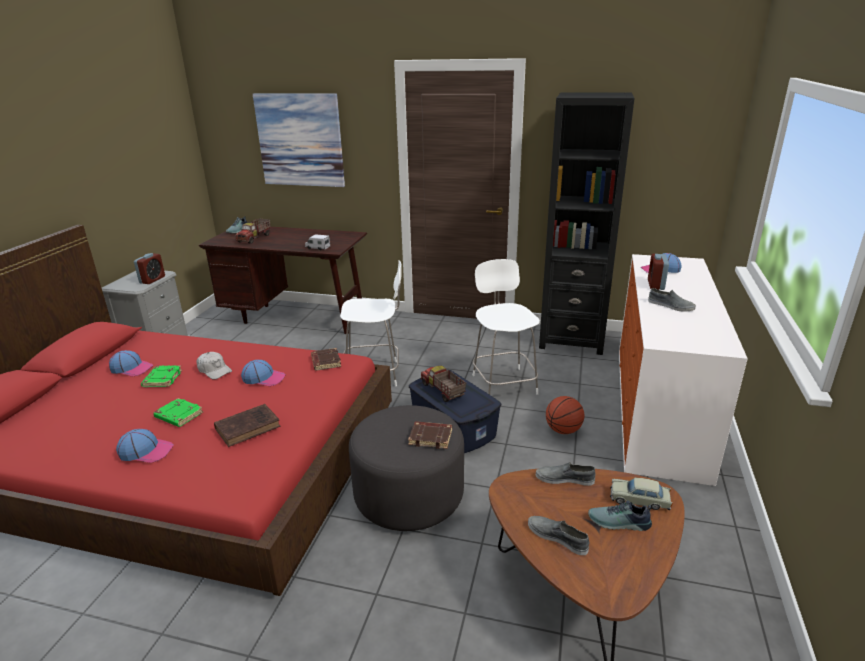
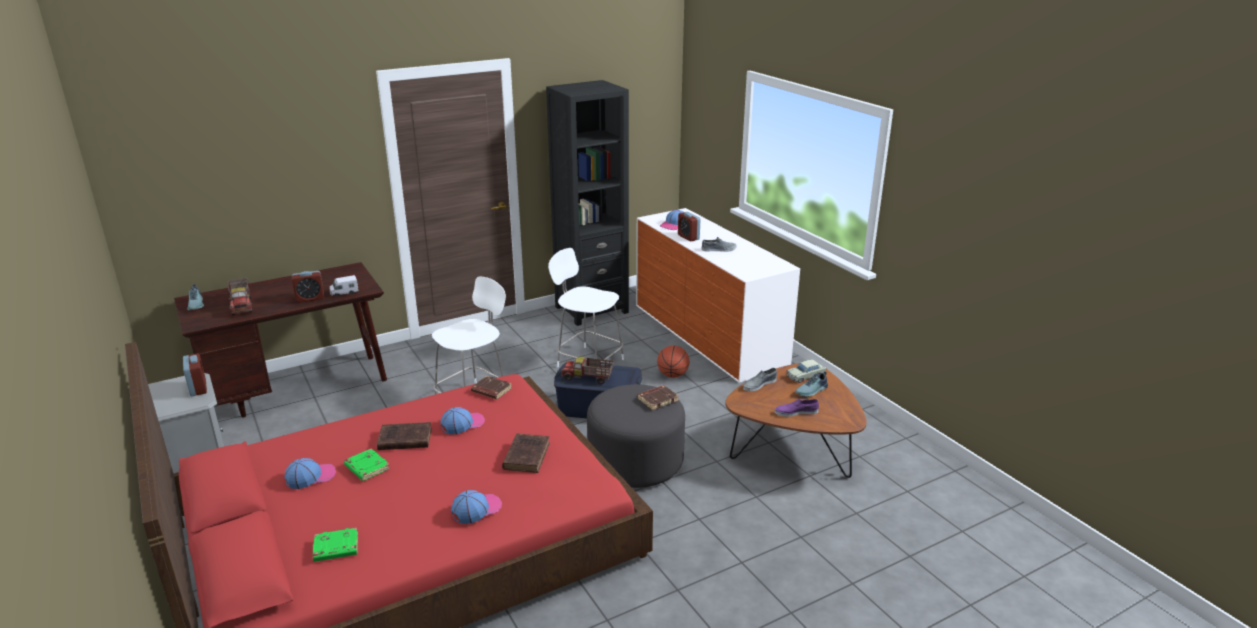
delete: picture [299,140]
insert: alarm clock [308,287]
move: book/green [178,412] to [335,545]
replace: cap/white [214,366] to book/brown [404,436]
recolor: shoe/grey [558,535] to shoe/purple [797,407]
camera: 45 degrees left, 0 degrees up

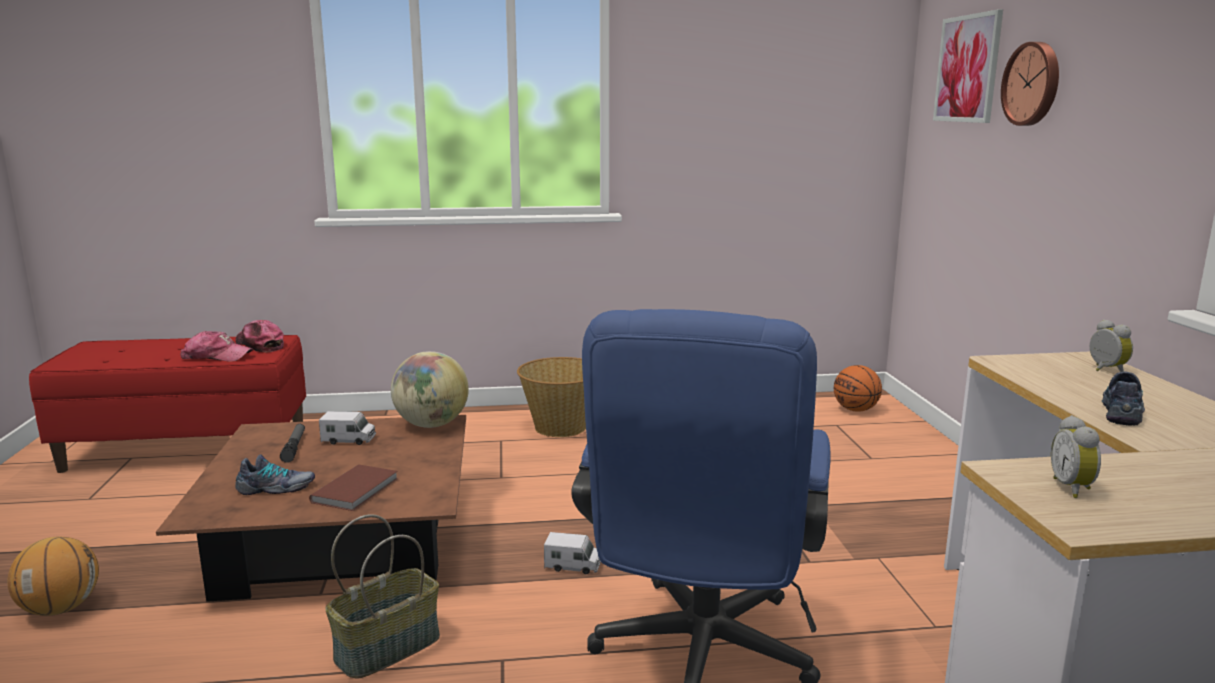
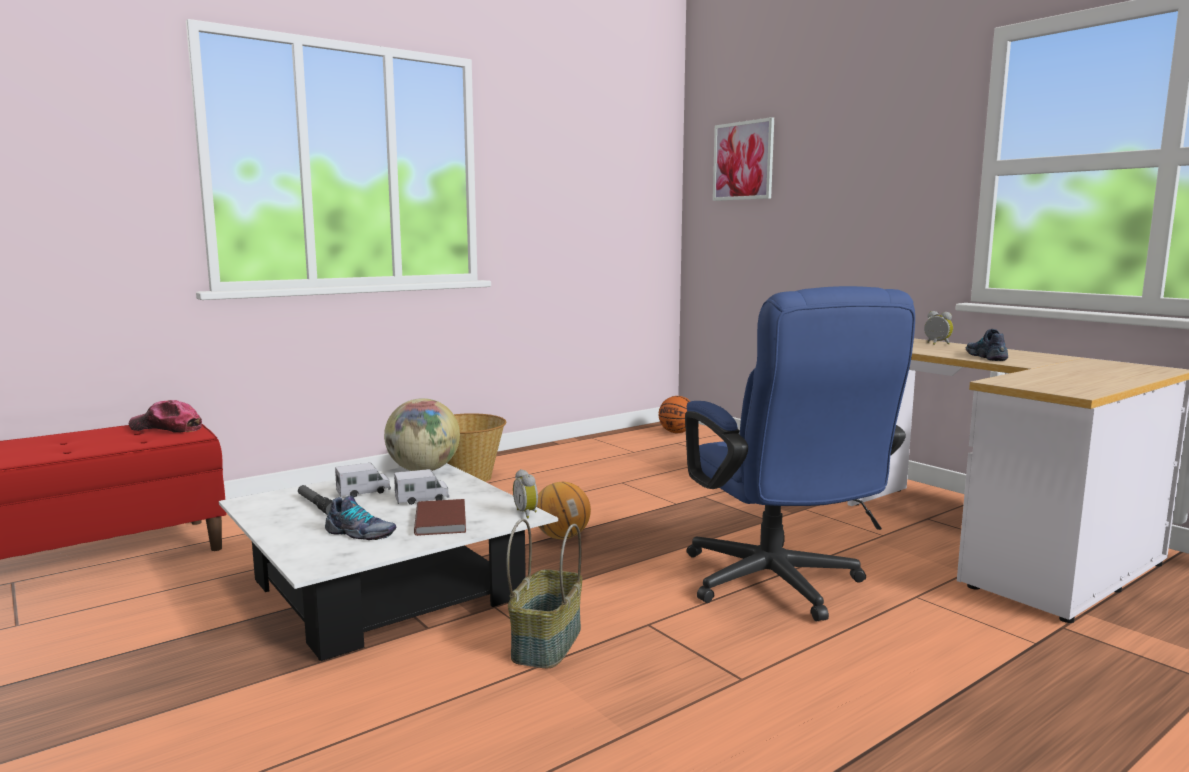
delete: cap [216,346]; wall clock [1030,84]
move: toy truck [572,553] to [421,487]; alarm clock [1076,456] to [525,493]; basketball [53,576] to [564,511]
recolor: coffee table/brown [311,508] to coffee table/white [388,562]
rotate: shoe [275,474] = [360,518] 60 degrees clockwise
camera: 30 degrees left, 5 degrees down

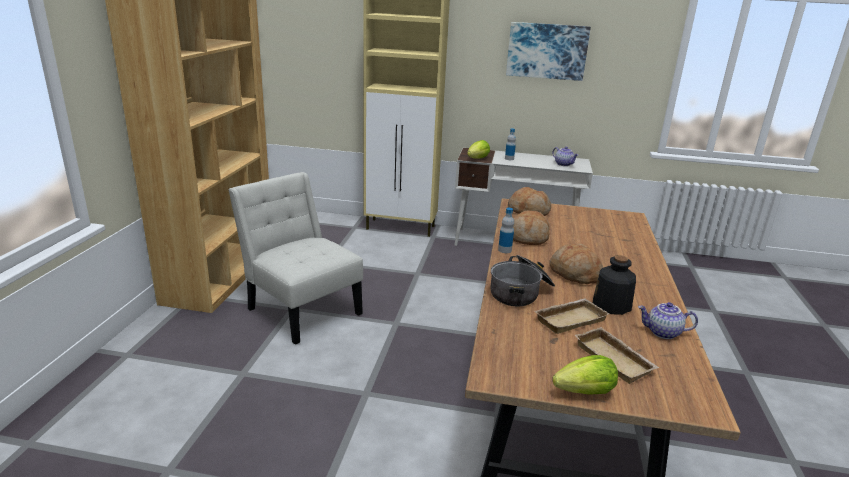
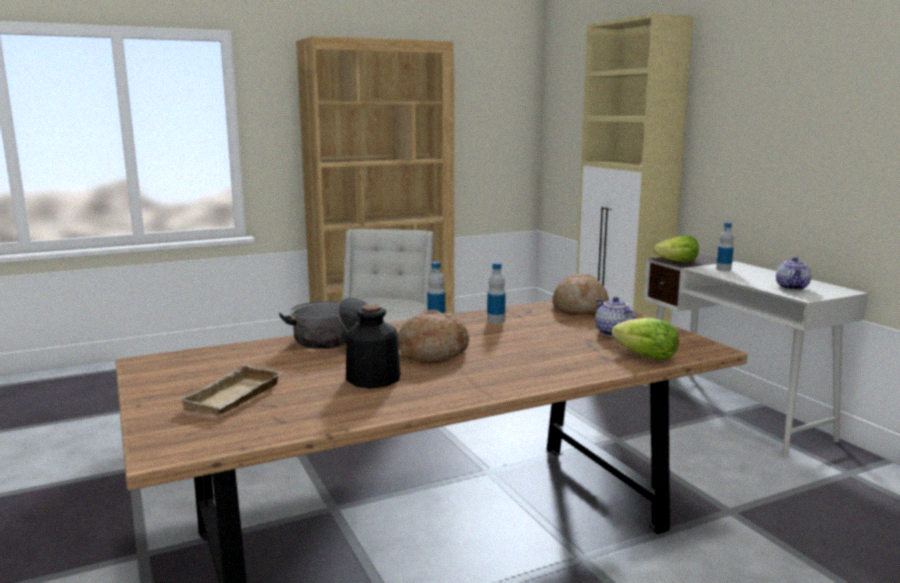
delete: picture [548,51]; tray/beige [572,316]
move: teapot [668,320] to [615,317]; lettuce [585,375] to [645,339]
replace: bread [531,227] to bottle [496,293]
camera: 55 degrees right, 10 degrees down

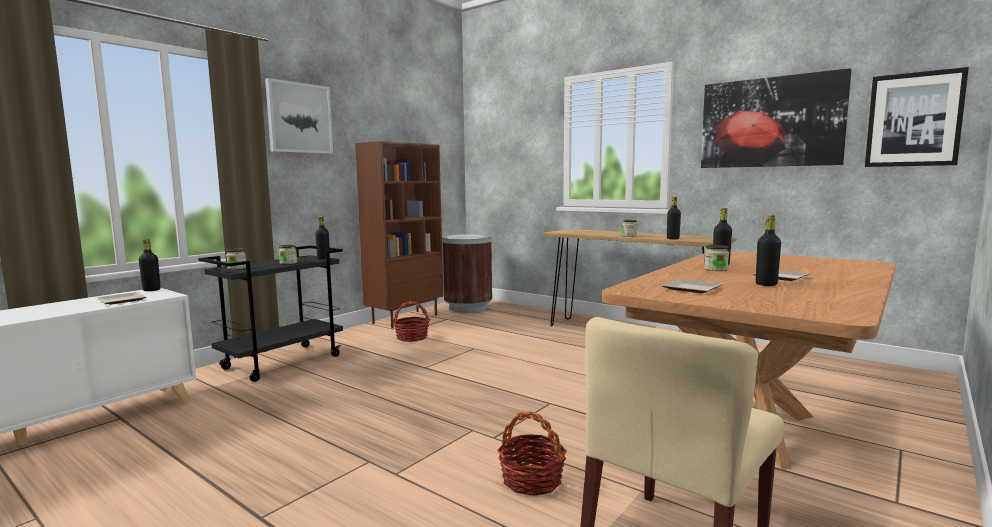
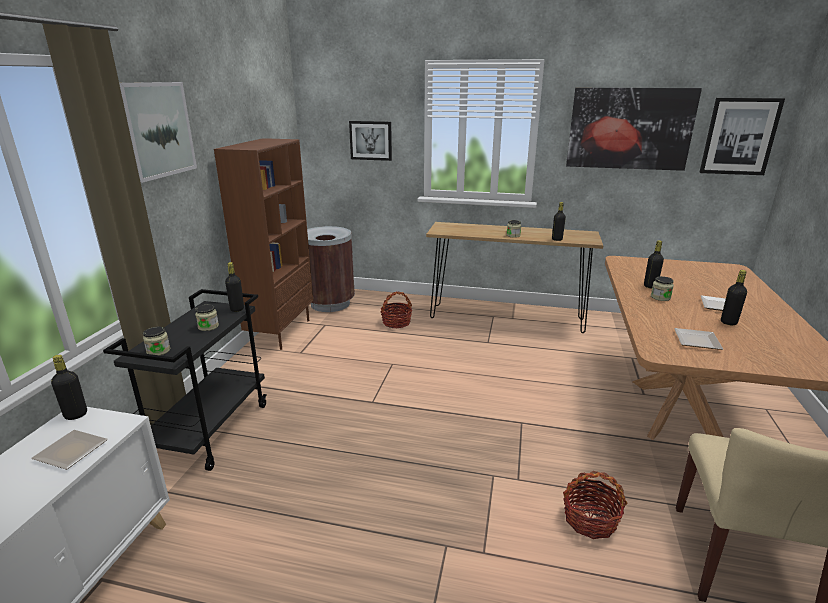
insert: picture [370,141]
move: basket [411,321] to [396,310]
camera: 25 degrees left, 15 degrees up

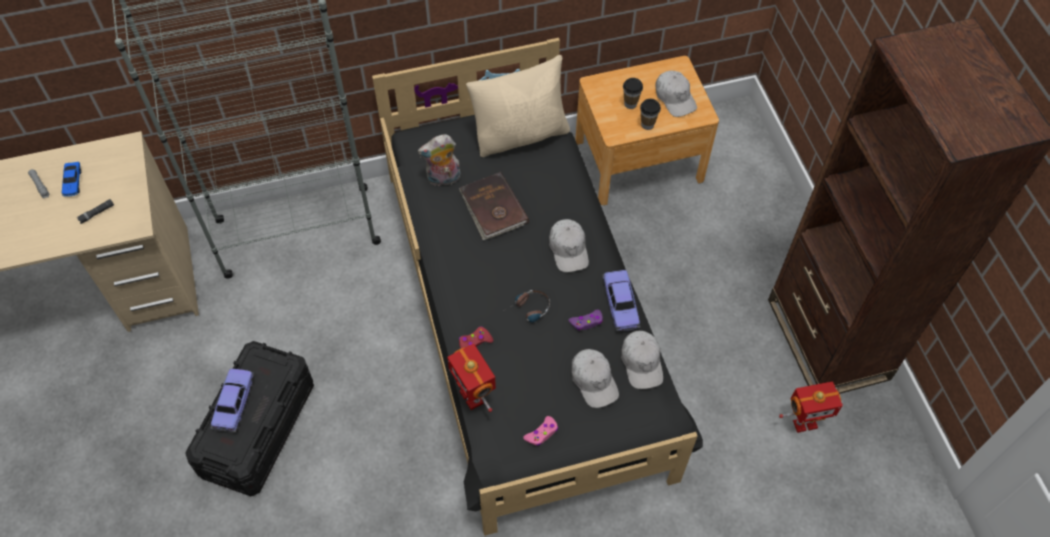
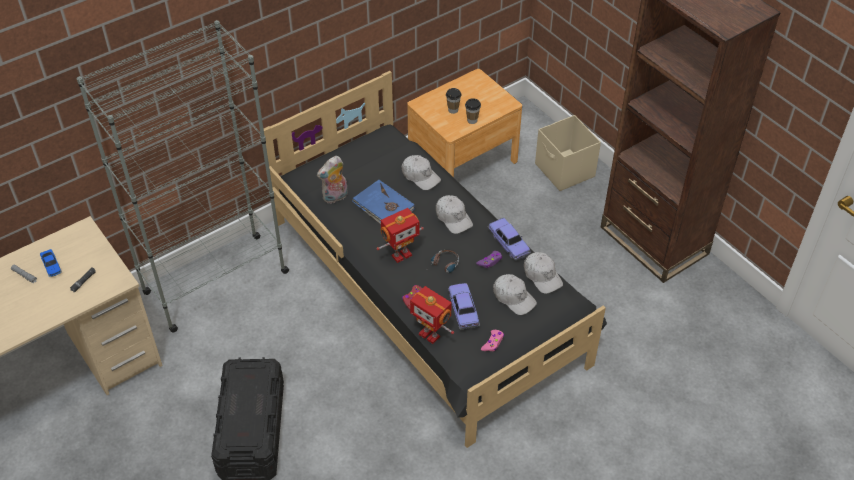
delete: pillow/beige [518,106]
insert: storage box/beige [568,153]
move: toy robot [811,407] to [400,235]; cap/white [676,94] to [421,172]; toy car [232,400] to [464,306]
recolor: book/brown [494,206] to book/blue [383,202]
camera: 20 degrees left, 10 degrees down

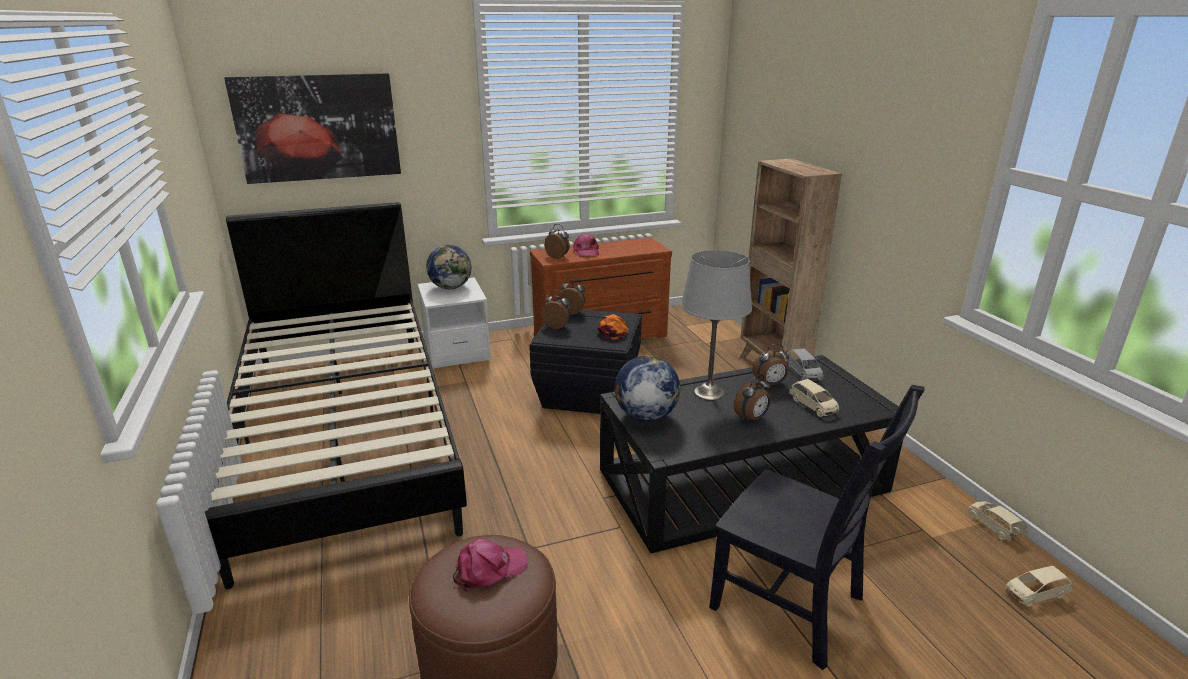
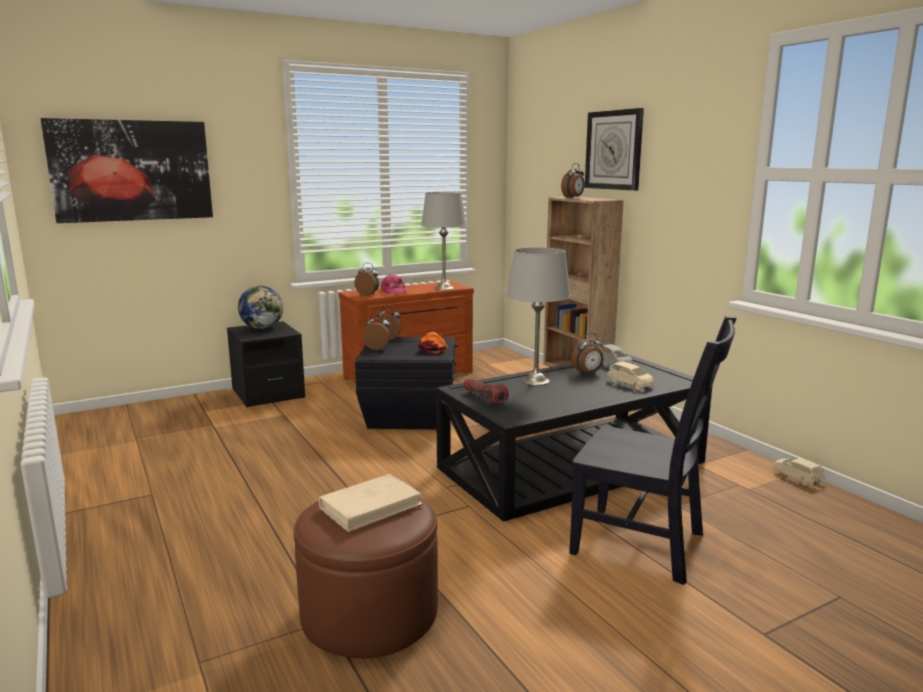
delete: bed/black [336,395]; toy car/beige [1038,586]
insert: table lamp/grey [443,241]; wall clock [614,149]
move: alarm clock [752,398] to [573,180]
replace: cap/pink [490,565] to book/beige [371,503]; globe [647,388] to flashlight [486,391]
recolor: nightstand/white [454,323] to nightstand/black [266,364]
camera: 10 degrees left, 10 degrees down

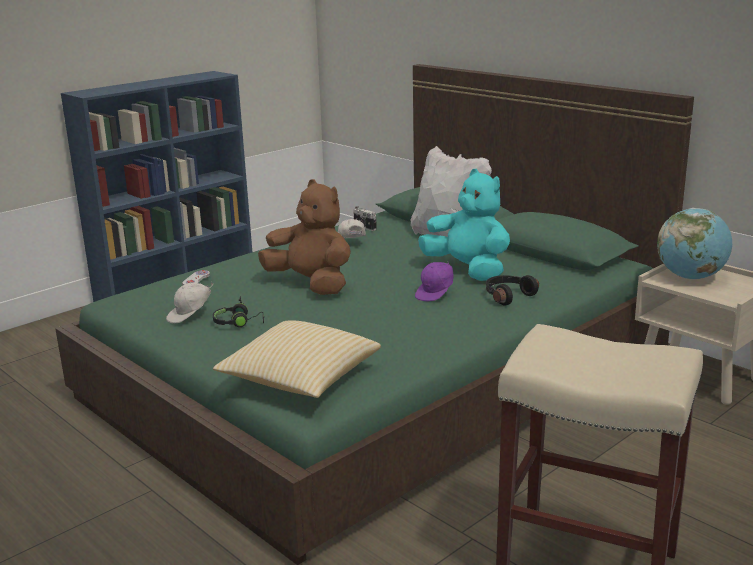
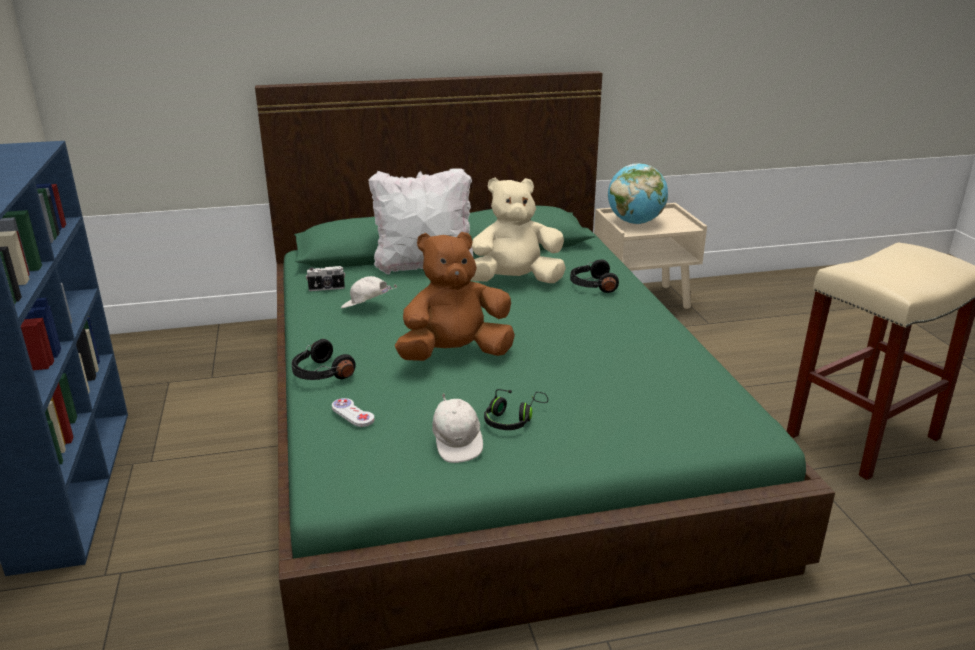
delete: pillow [297,359]; cap/purple [434,281]
insert: headphones/black [323,359]
recolor: plush toy/turquoise [464,225] to plush toy/beige [518,230]
camera: 60 degrees left, 5 degrees up

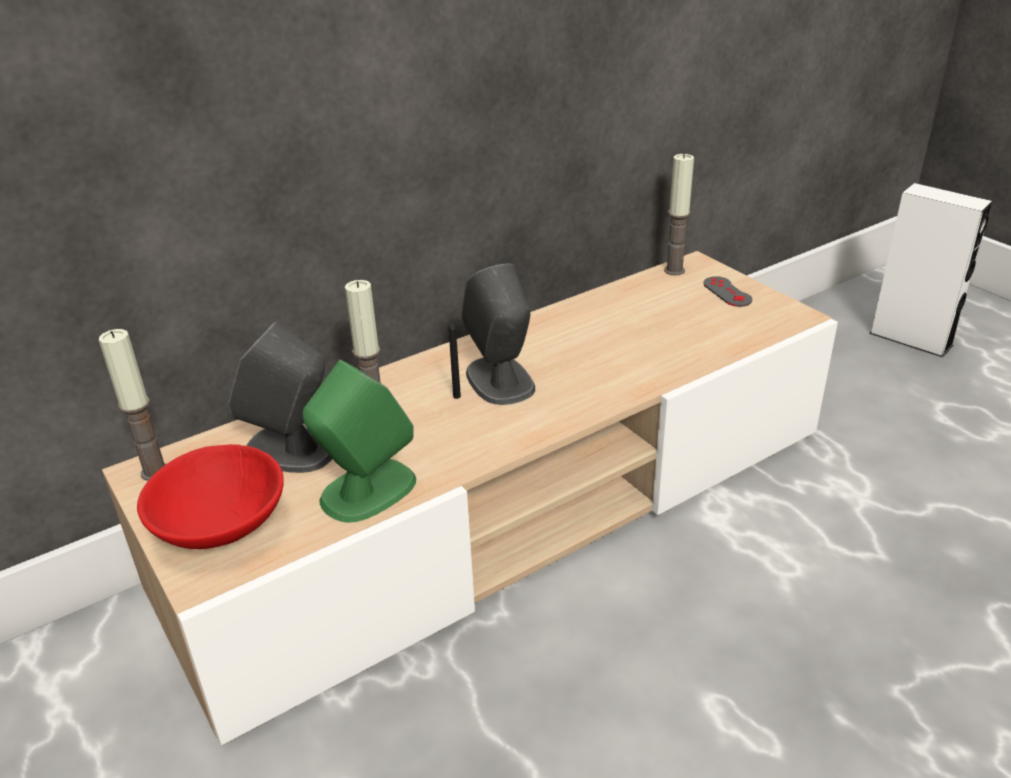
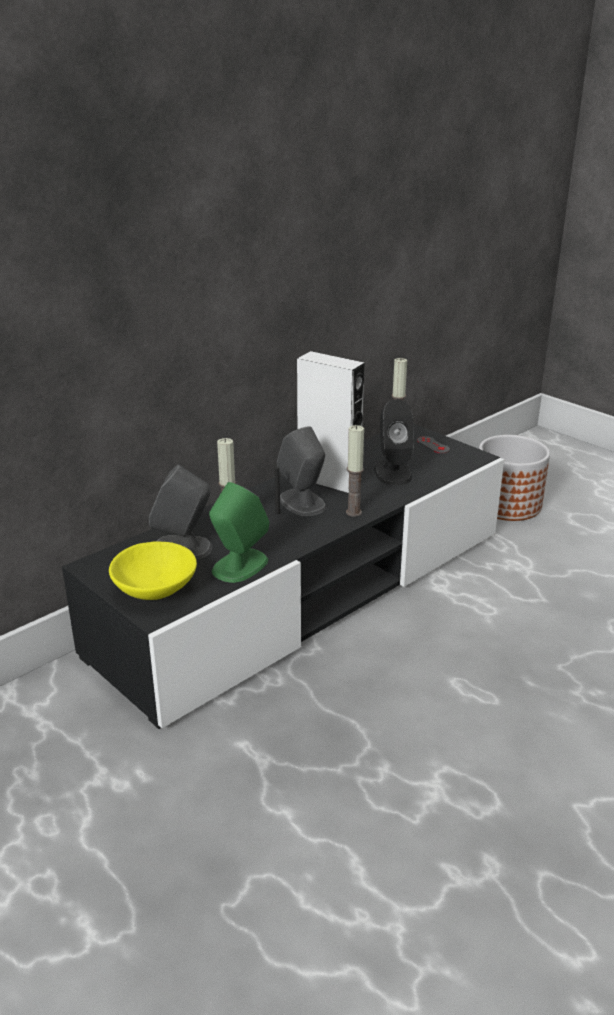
insert: speaker/black [394,442]; planter [514,478]
move: speaker/white [930,270] to [331,422]; candle [132,405] to [355,471]
recolor: tv stand/beige [470,498] to tv stand/black [283,576]; bowl/red [210,496] to bowl/yellow [153,570]
camera: 10 degrees left, 5 degrees down

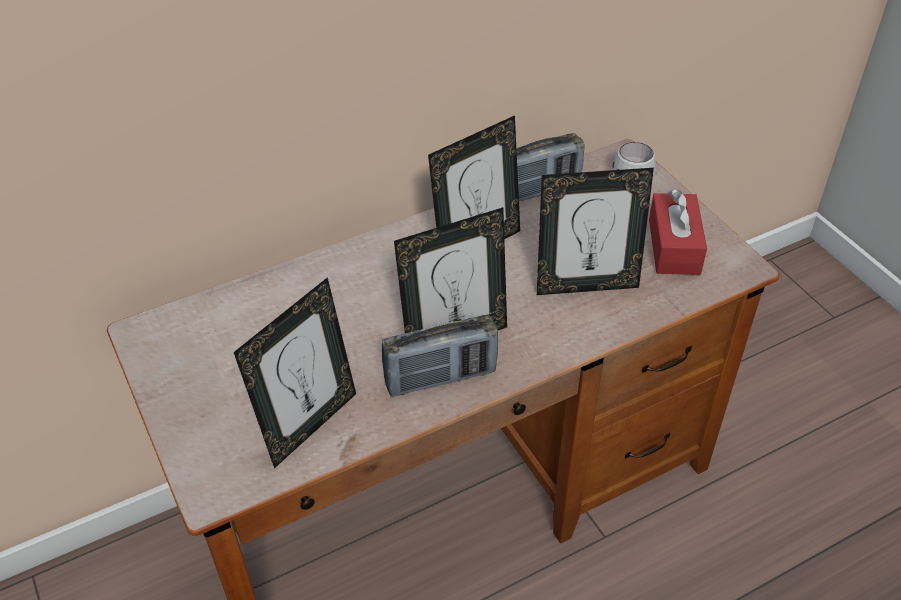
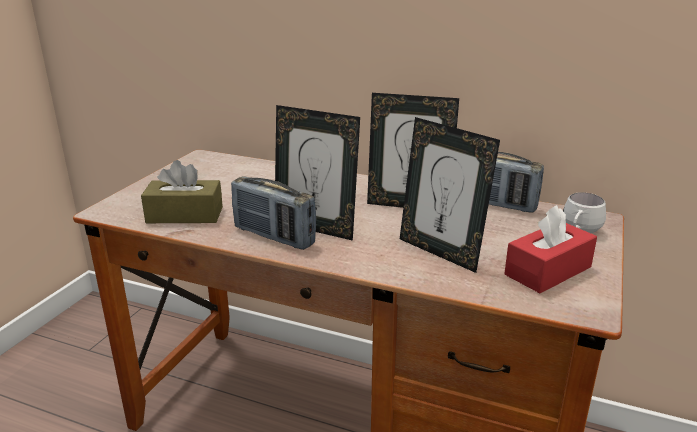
replace: picture frame [295,372] to tissue box/brown [182,191]
camera: 50 degrees right, 20 degrees down

